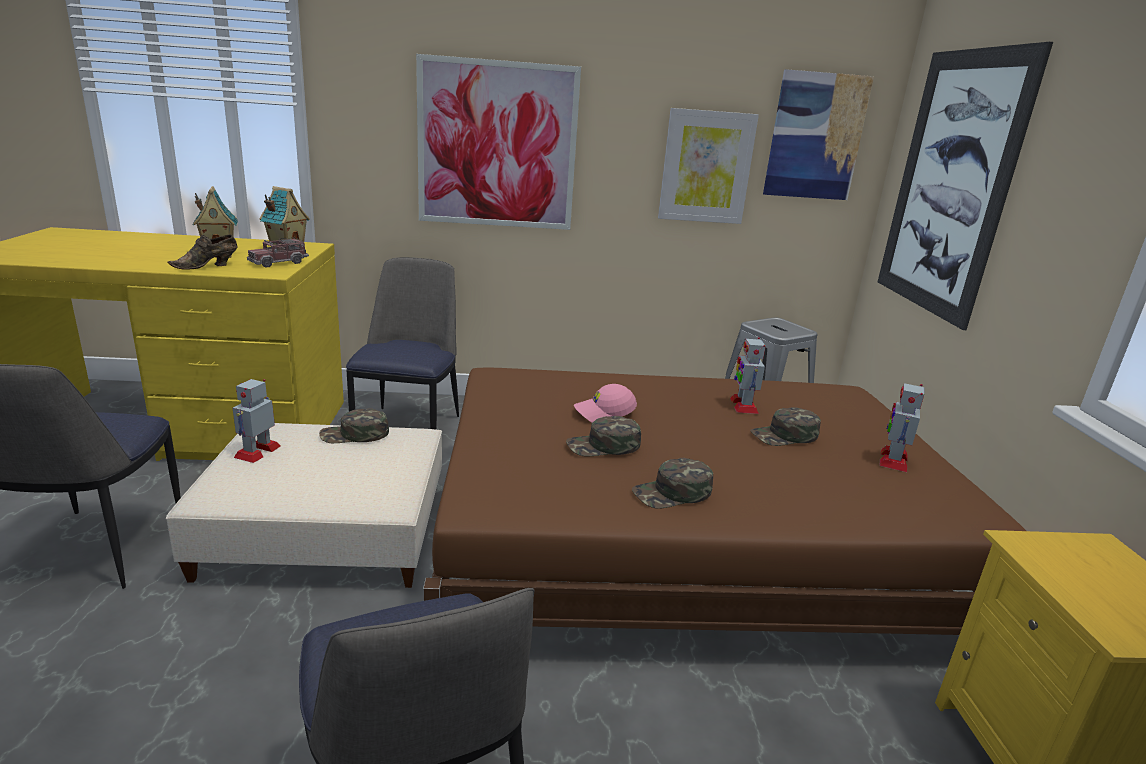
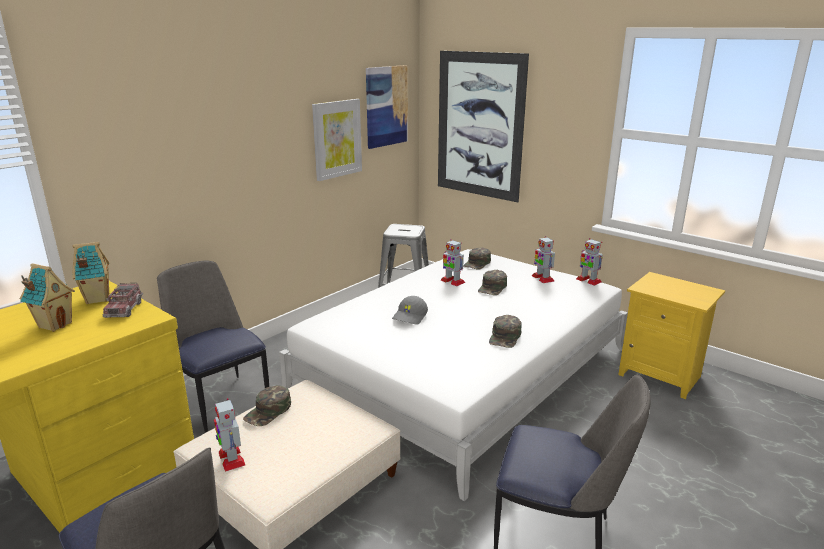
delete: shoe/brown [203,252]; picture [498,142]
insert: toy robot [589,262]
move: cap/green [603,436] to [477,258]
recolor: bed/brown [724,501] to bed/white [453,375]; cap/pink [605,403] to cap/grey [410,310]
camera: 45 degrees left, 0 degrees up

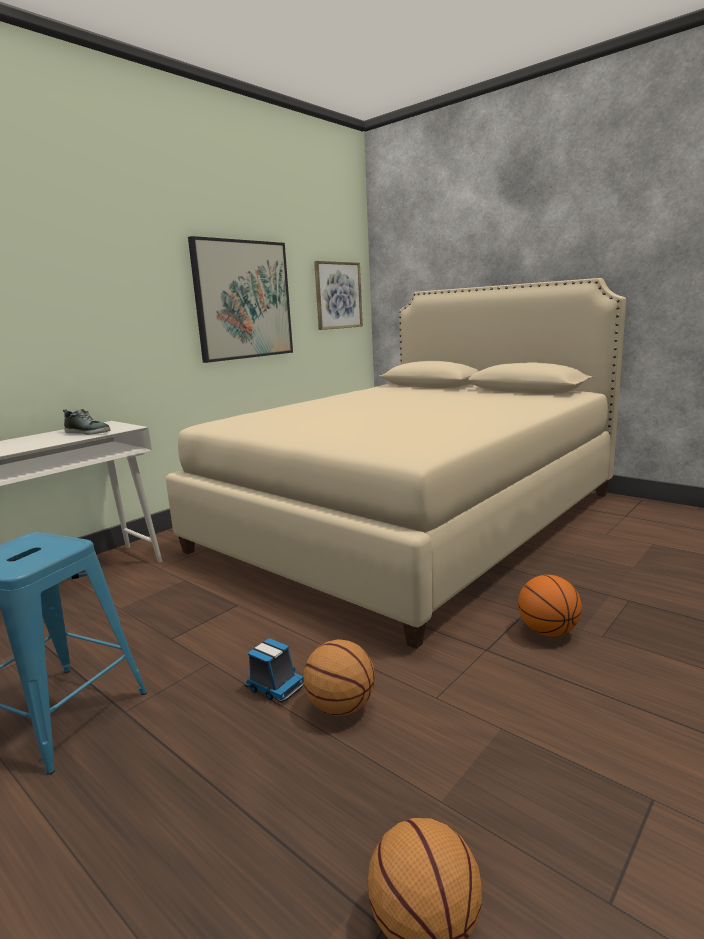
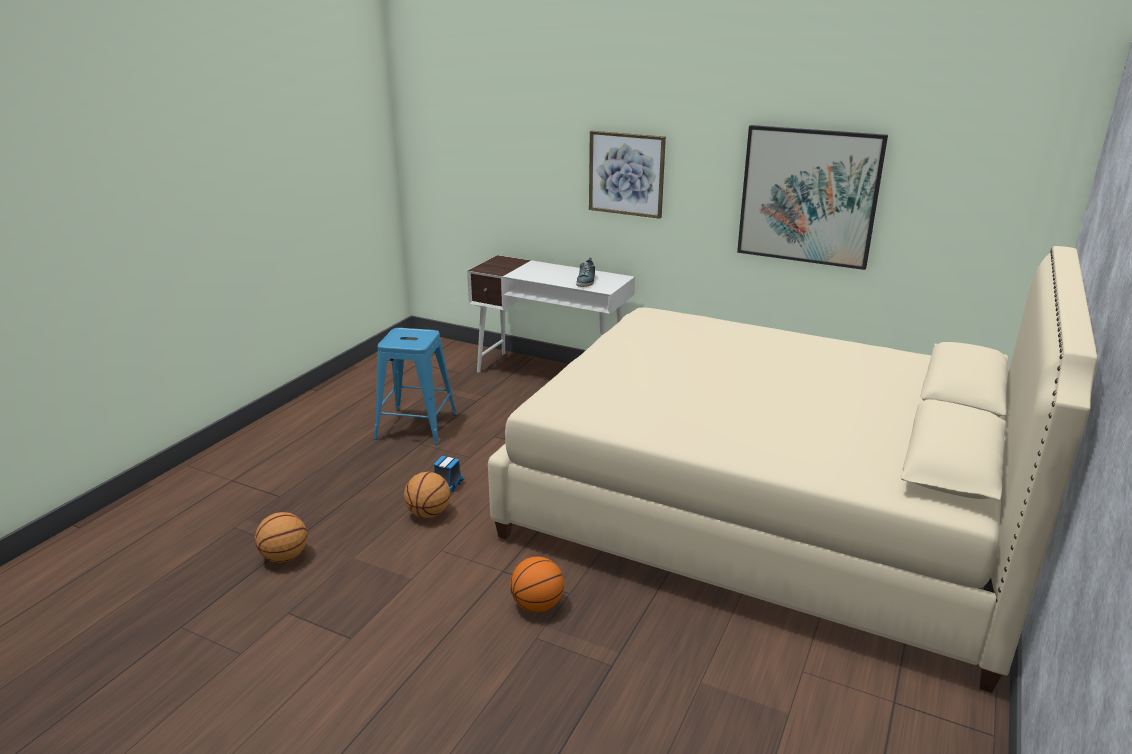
move: picture [338,295] to [627,175]
camera: 75 degrees right, 10 degrees up

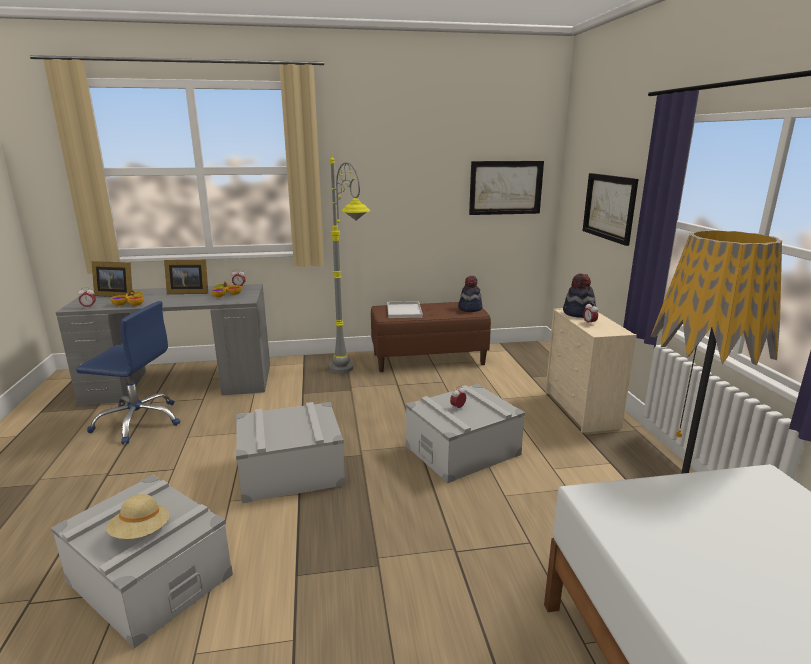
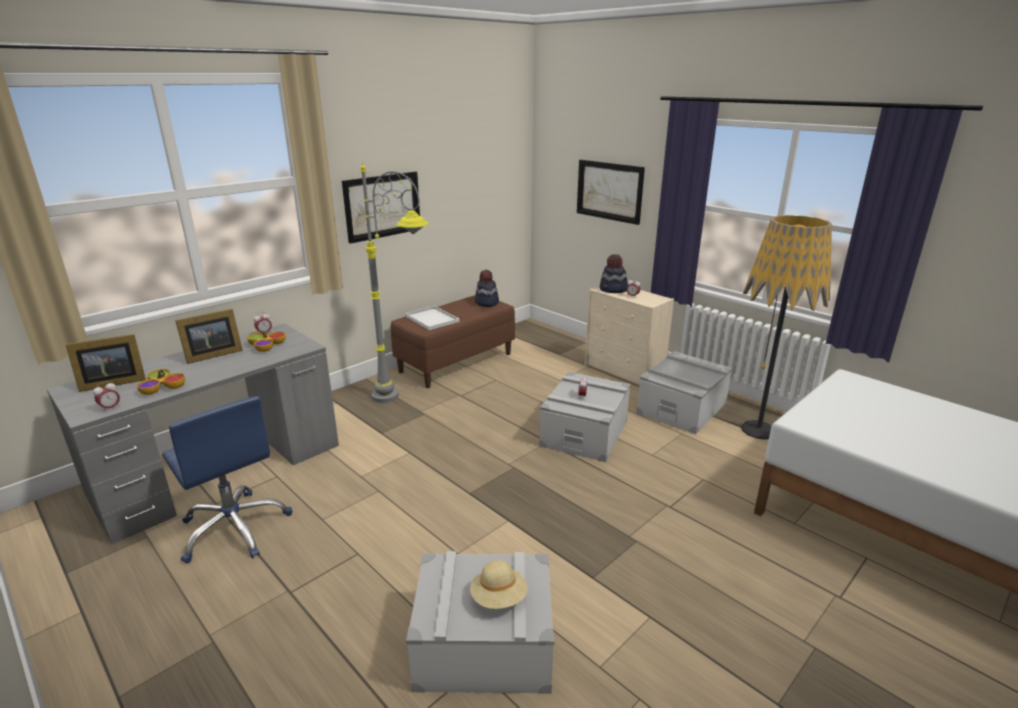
move: picture [506,188] to [381,207]; storage box/grey [290,452] to [684,392]
rotate: office chair/blue [128,372] = [227,479] 75 degrees clockwise
camera: 35 degrees left, 5 degrees up

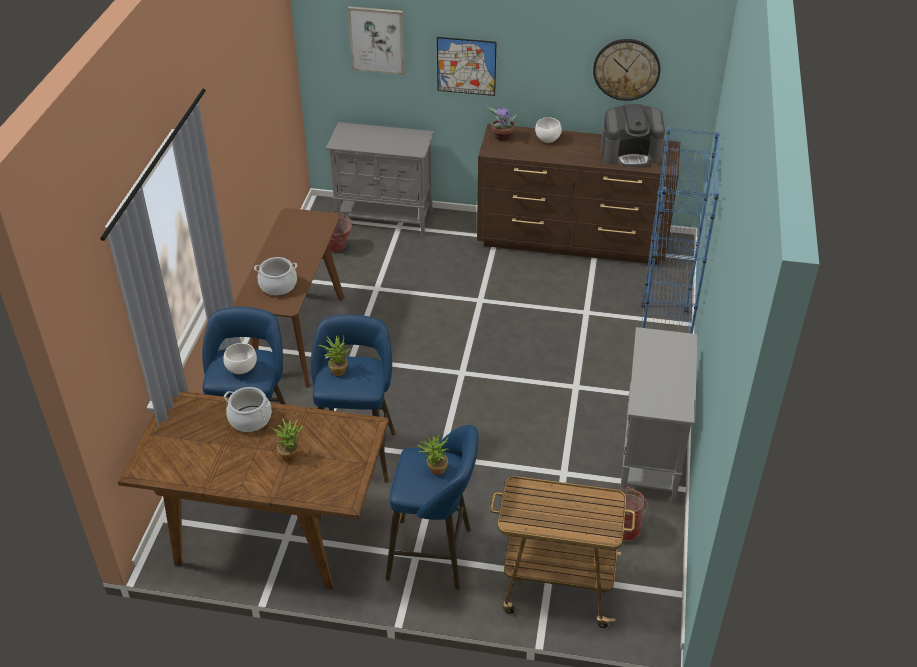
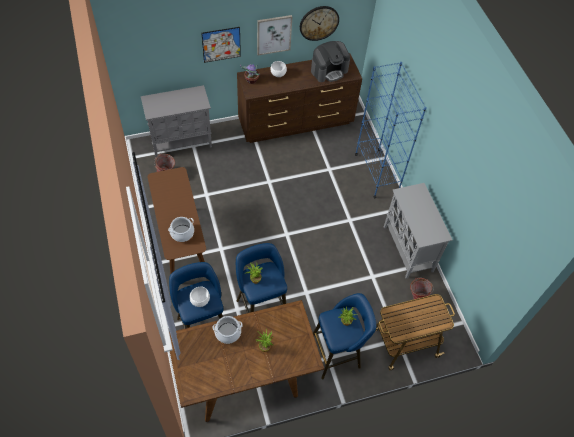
move: picture [376,40] to [274,35]
camera: 30 degrees left, 15 degrees up

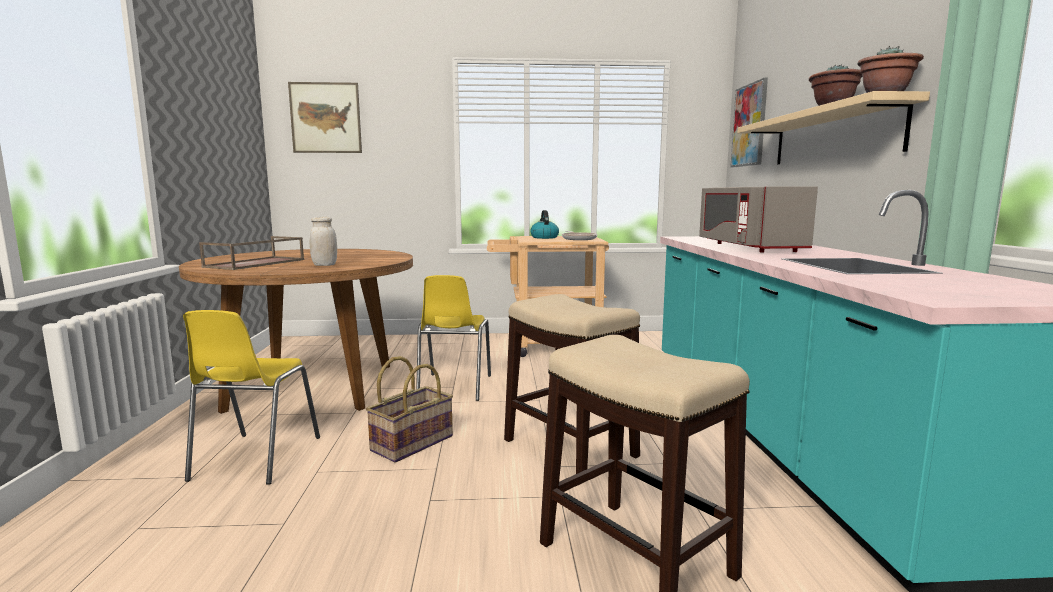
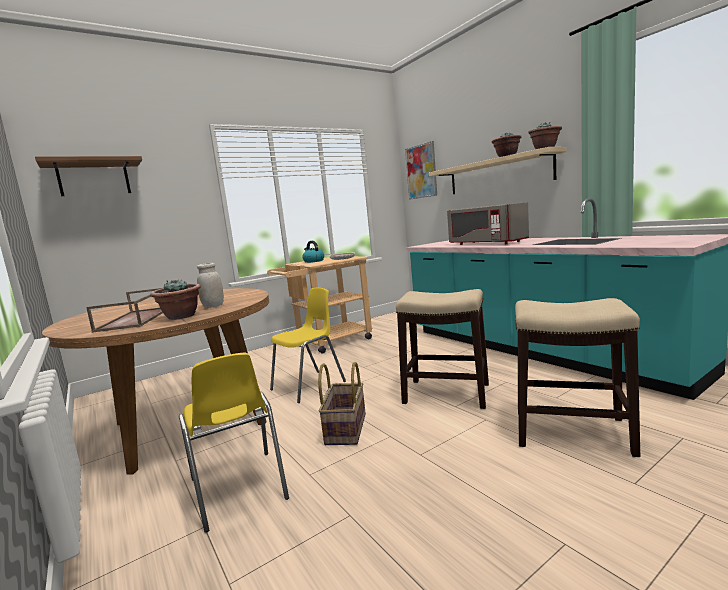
insert: potted plant [175,300]
replace: picture [325,117] to shelf/brown [88,176]
rotate: chair/yellow [453,338] = [308,345] 105 degrees counterclockwise
camera: 30 degrees left, 0 degrees up

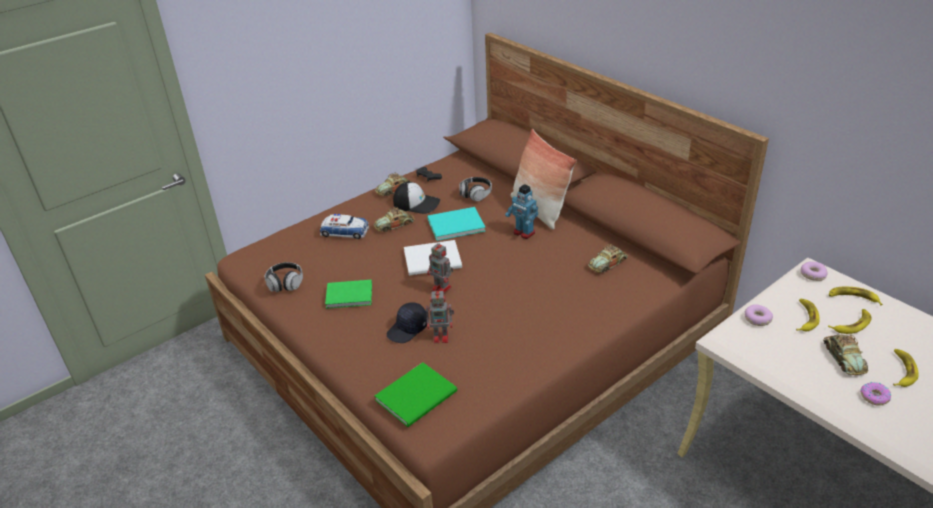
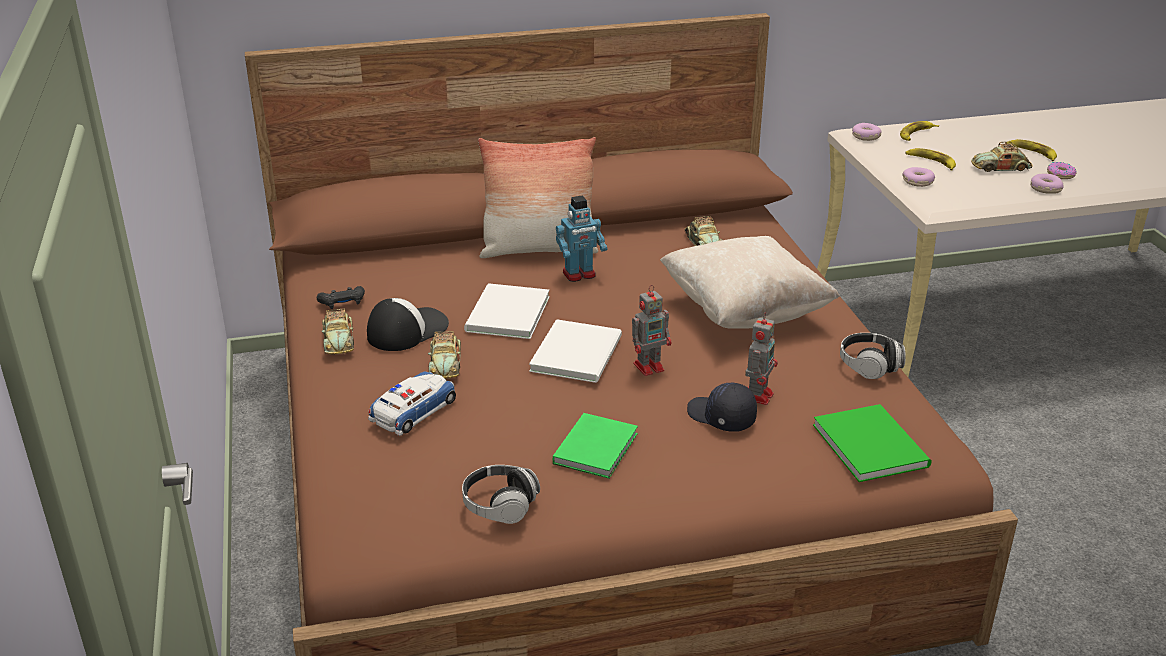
delete: banana [850,321]
insert: pillow/beige [750,282]; donut [1047,184]
move: headphones [476,189] to [873,356]
recolor: book/turquoise [456,224] to book/white [507,311]
rotate: cap/black [407,322] = [722,407] 150 degrees clockwise; toy car [846,354] = [1002,157] 150 degrees clockwise
camera: 65 degrees left, 5 degrees down

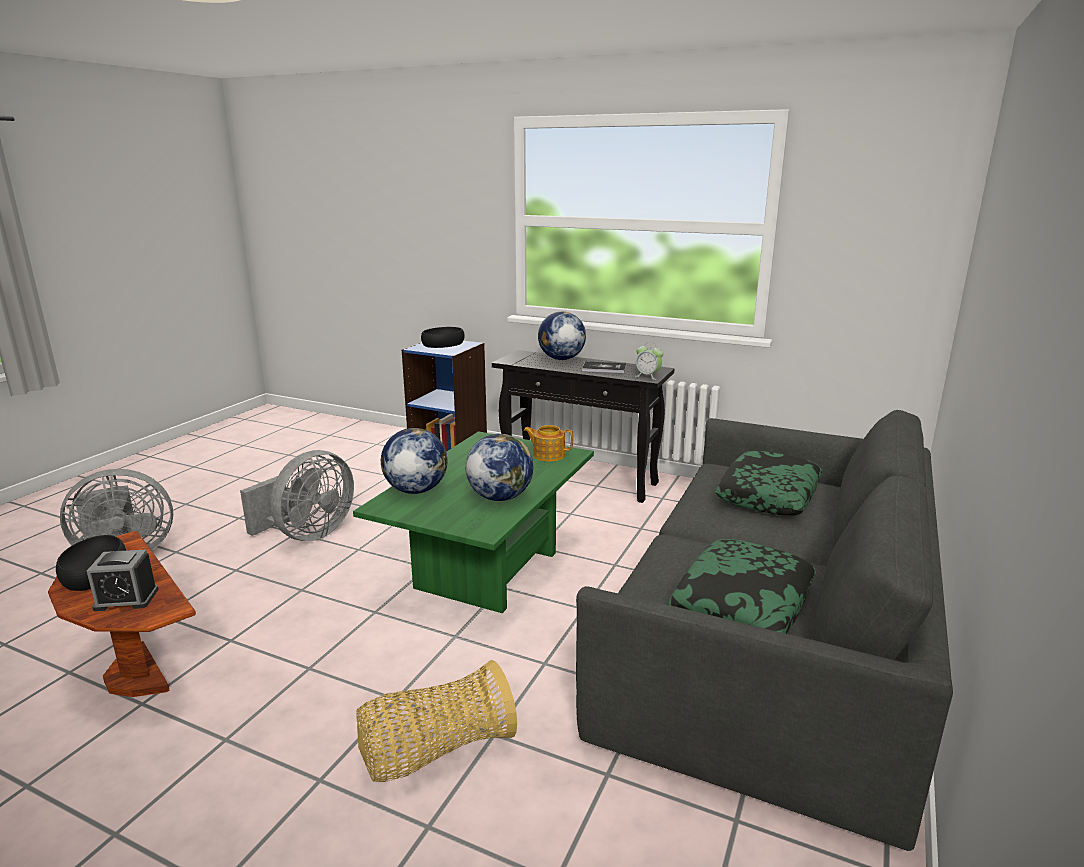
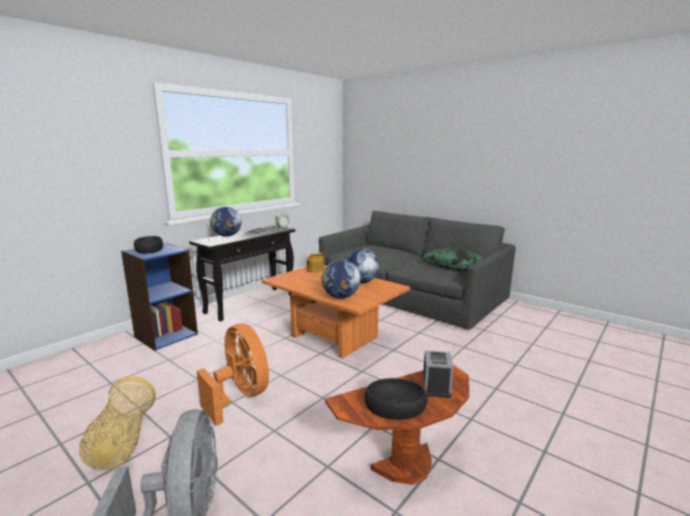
delete: pillow [769,483]
move: basket [436,721] to [117,423]
recolor: fan/grey [297,495] to fan/orange [233,374]; coffee table/green [473,522] to coffee table/orange [335,311]
camera: 75 degrees left, 5 degrees down

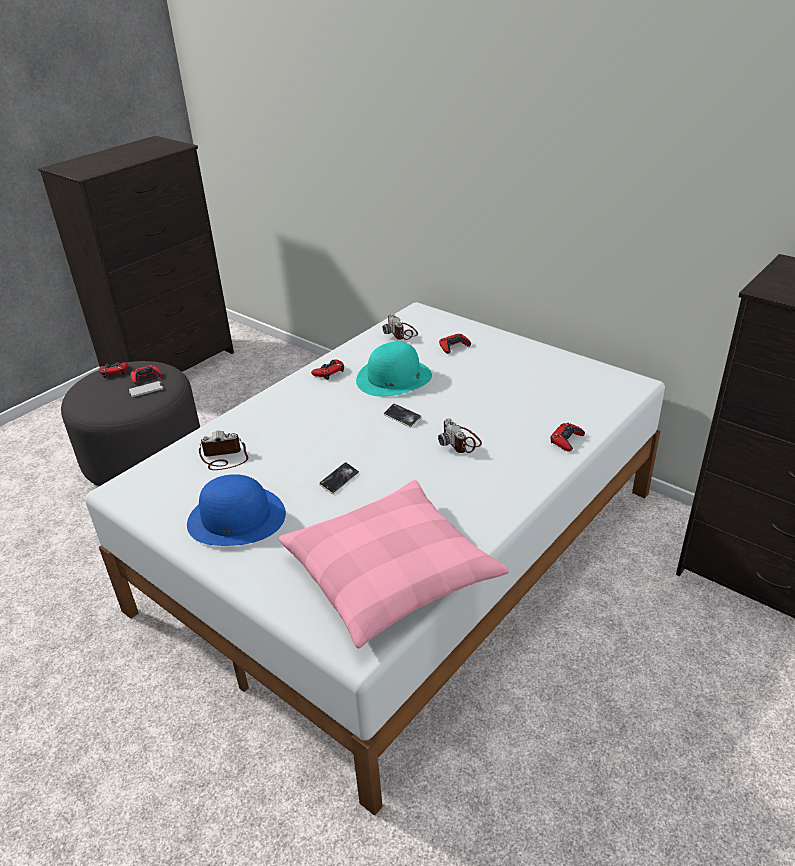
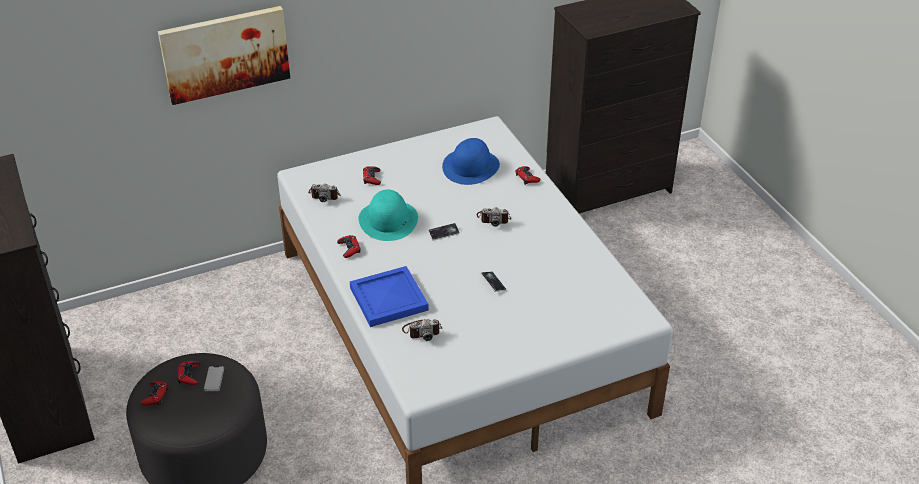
delete: pillow/pink [394,564]
insert: picture [224,55]; tray/blue [389,296]
move: hat/blue [236,510] to [471,161]
rotate: photo camera [223,450] = [422,330] 120 degrees counterclockwise
camera: 65 degrees left, 5 degrees up

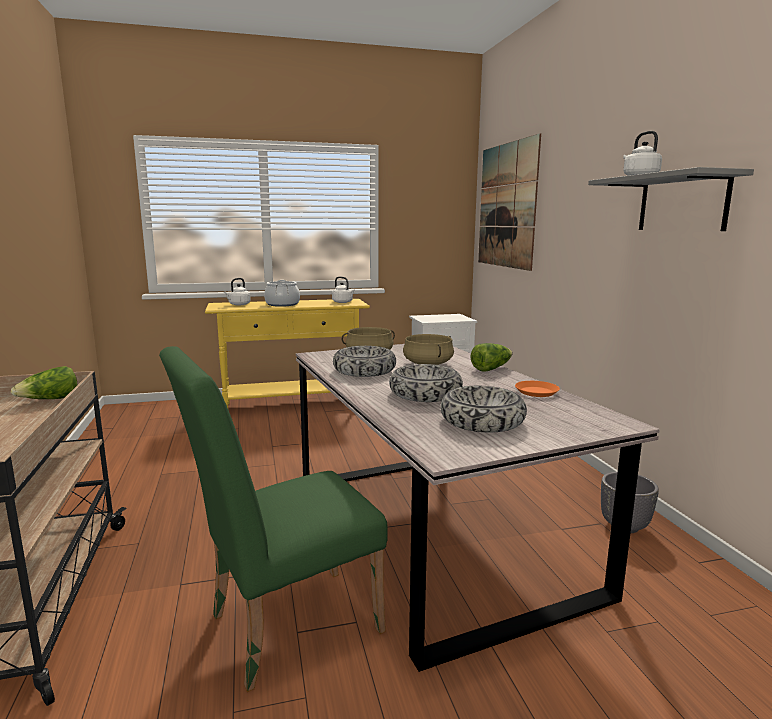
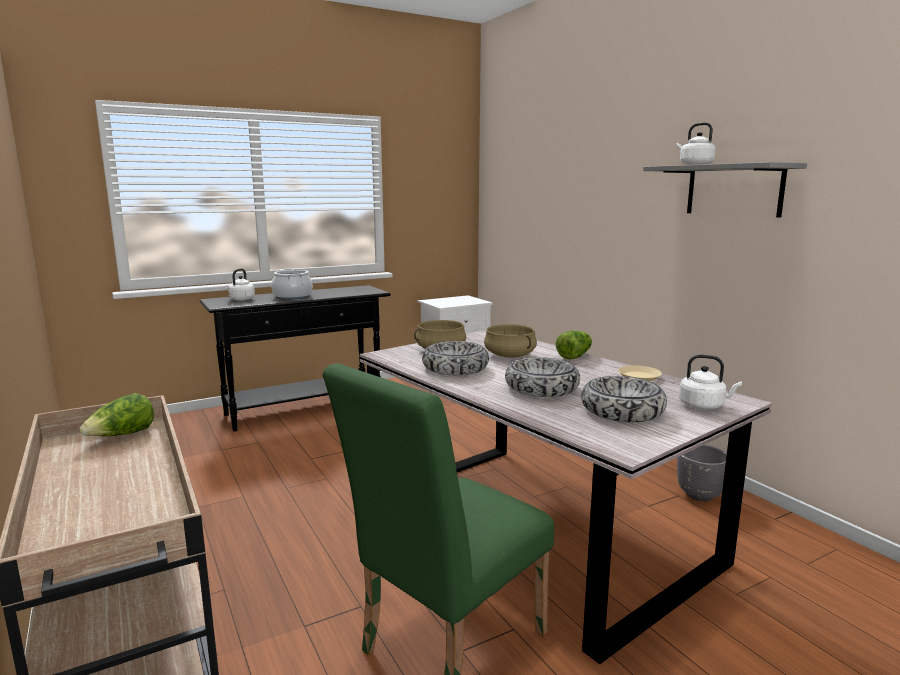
delete: picture [509,202]
move: kettle/white [343,290] to [710,382]
recolor: console table/yellow [287,353] to console table/black [295,358]; plate/orange [537,389] to plate/beige [640,373]
camera: 15 degrees left, 0 degrees up

